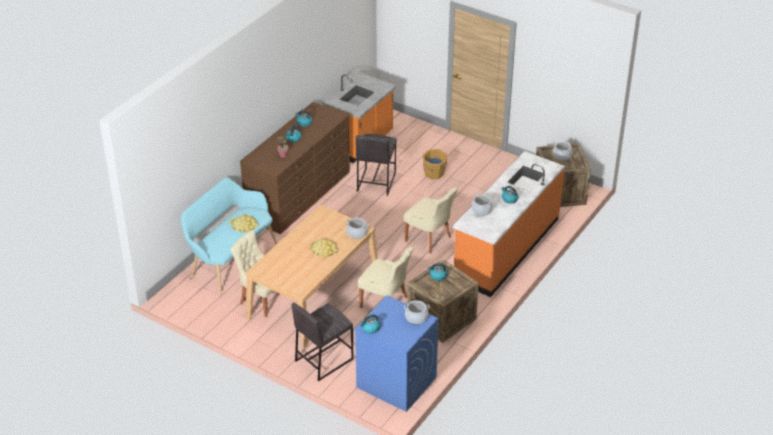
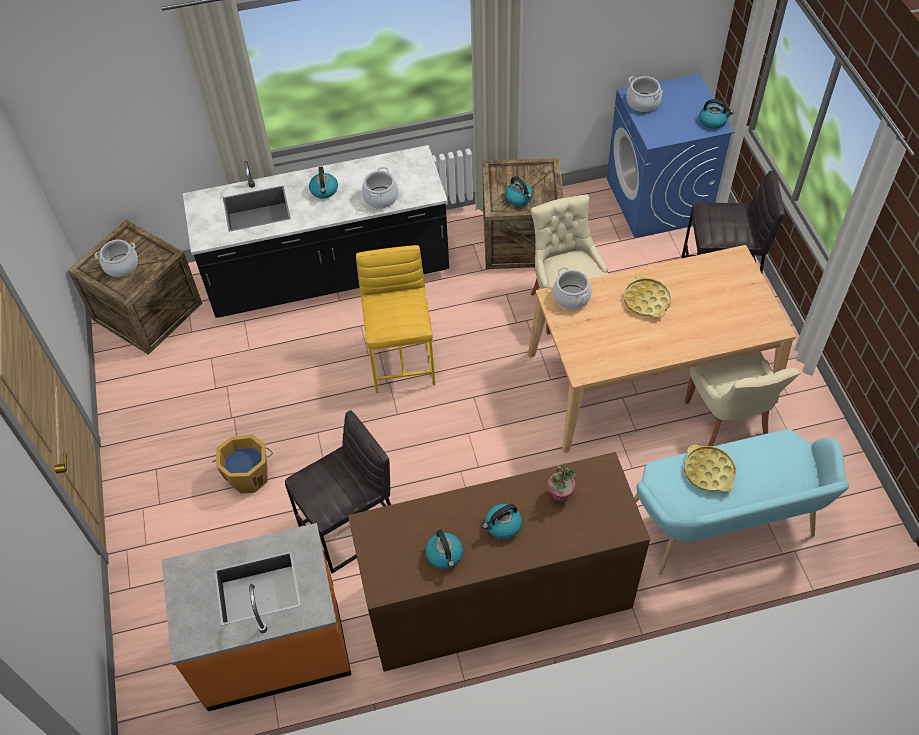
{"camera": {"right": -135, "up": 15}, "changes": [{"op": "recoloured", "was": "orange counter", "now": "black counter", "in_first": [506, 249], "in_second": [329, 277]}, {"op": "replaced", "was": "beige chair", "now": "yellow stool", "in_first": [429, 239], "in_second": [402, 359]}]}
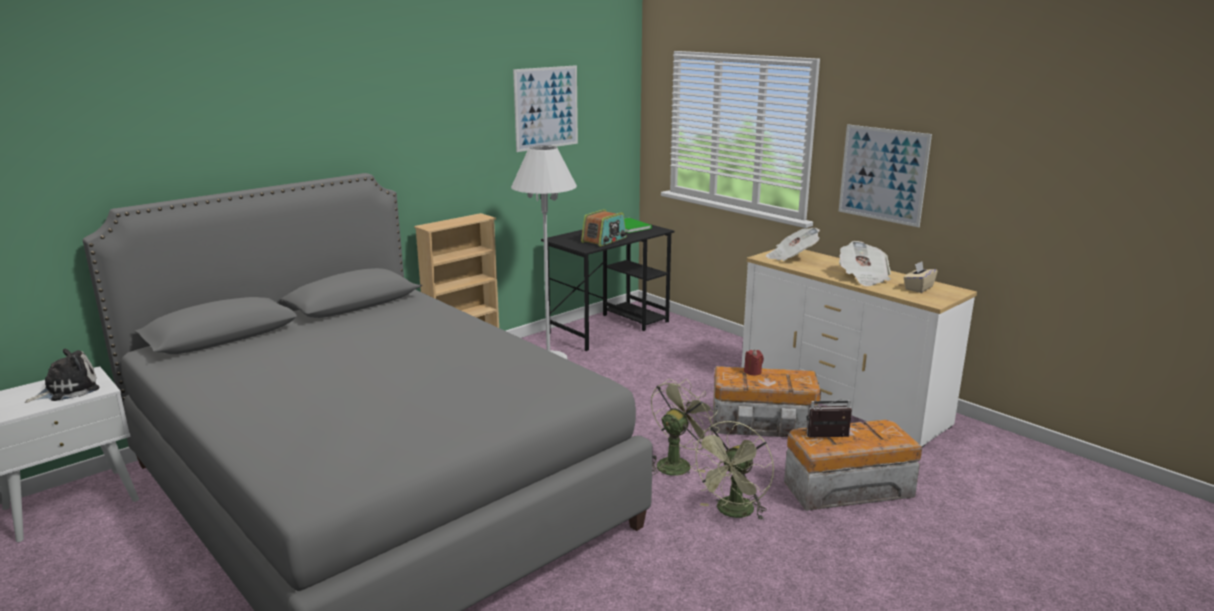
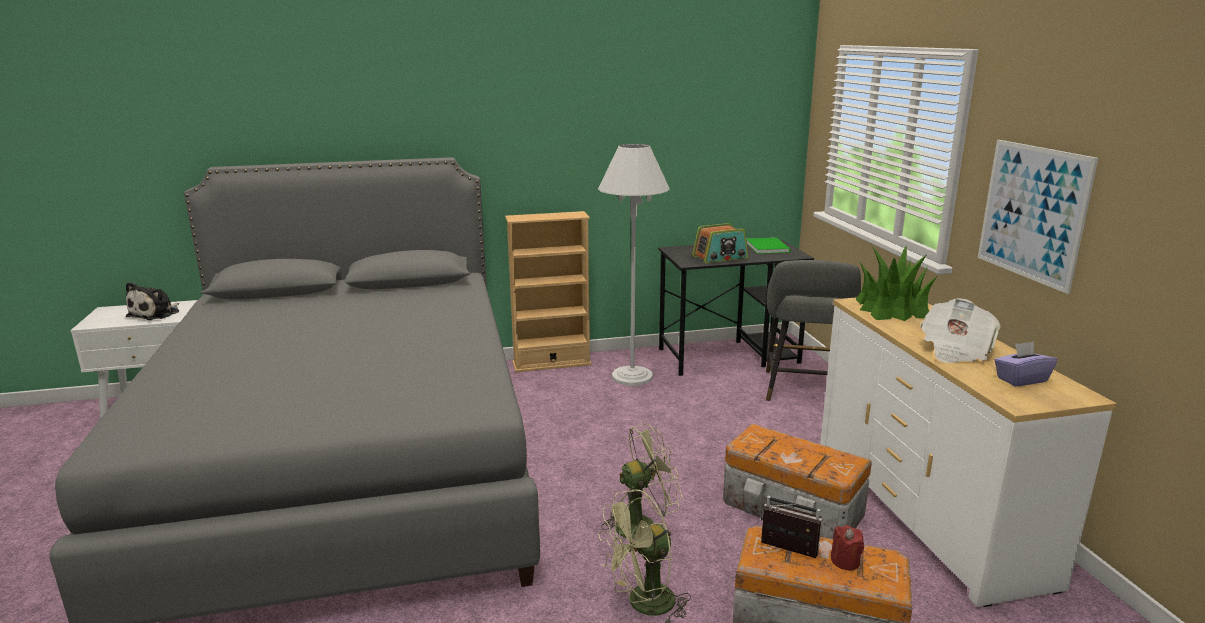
{"camera": {"right": 30, "up": 0}, "changes": [{"op": "removed", "was": "picture", "in_first": [546, 108]}, {"op": "replaced", "was": "newspaper", "now": "potted plant", "in_first": [791, 257], "in_second": [891, 308]}, {"op": "recoloured", "was": "beige tissue box", "now": "purple tissue box", "in_first": [918, 288], "in_second": [1021, 379]}, {"op": "turned", "was": "plush toy", "in_first": [68, 390], "in_second": [156, 313], "clockwise": 120}, {"op": "moved", "was": "red candle", "in_first": [752, 372], "in_second": [845, 561]}, {"op": "added", "now": "grey stool", "in_second": [803, 391]}]}
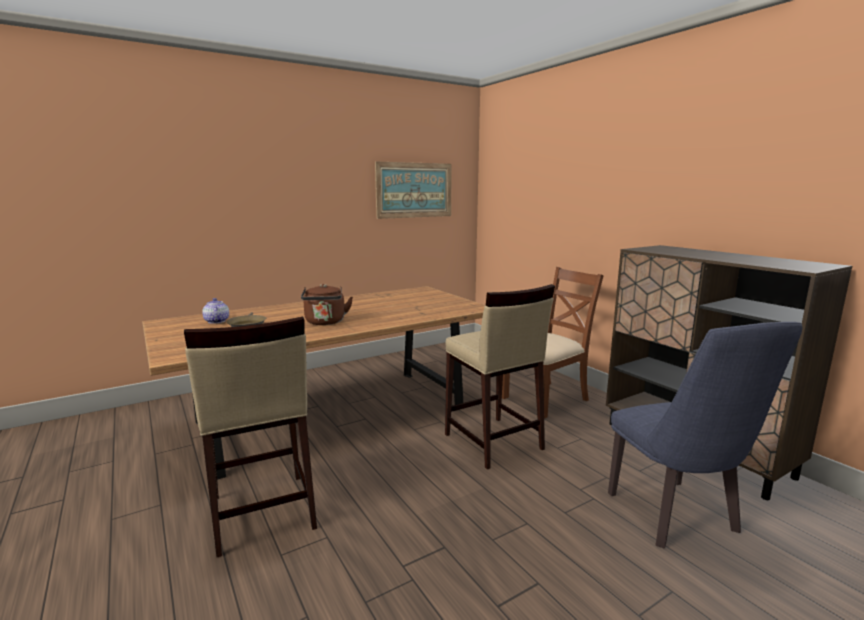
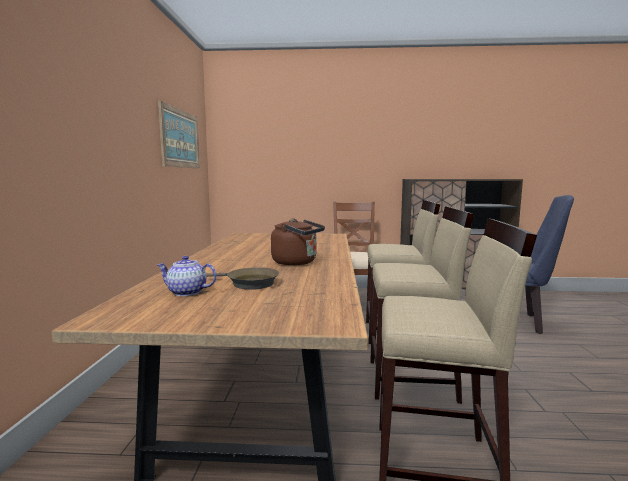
{"camera": {"right": -55, "up": -5}, "changes": [{"op": "added", "now": "beige stool", "in_second": [412, 381]}]}
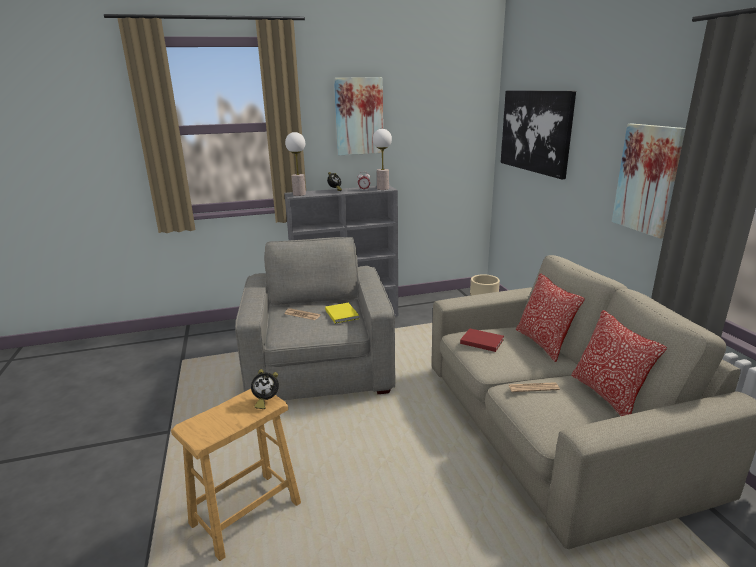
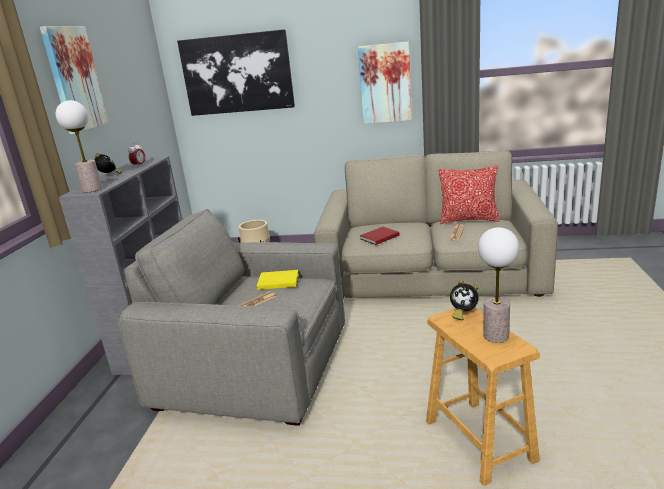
{"camera": {"right": -65, "up": 0}, "changes": [{"op": "moved", "was": "table lamp", "in_first": [383, 189], "in_second": [496, 336]}, {"op": "removed", "was": "pillow", "in_first": [543, 343]}, {"op": "turned", "was": "alarm clock", "in_first": [265, 401], "in_second": [463, 313], "clockwise": 90}]}
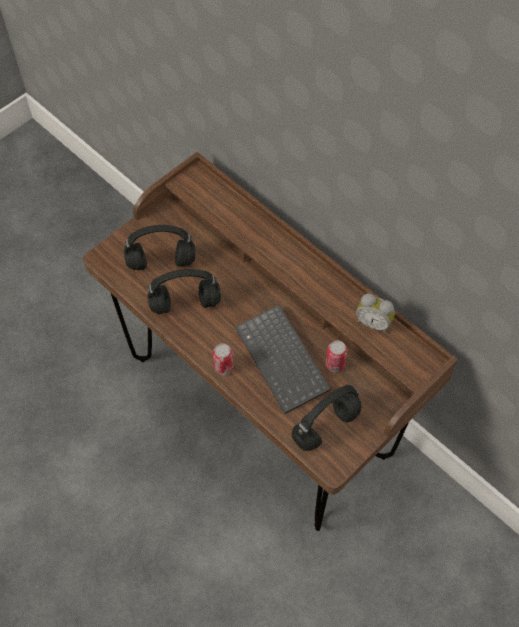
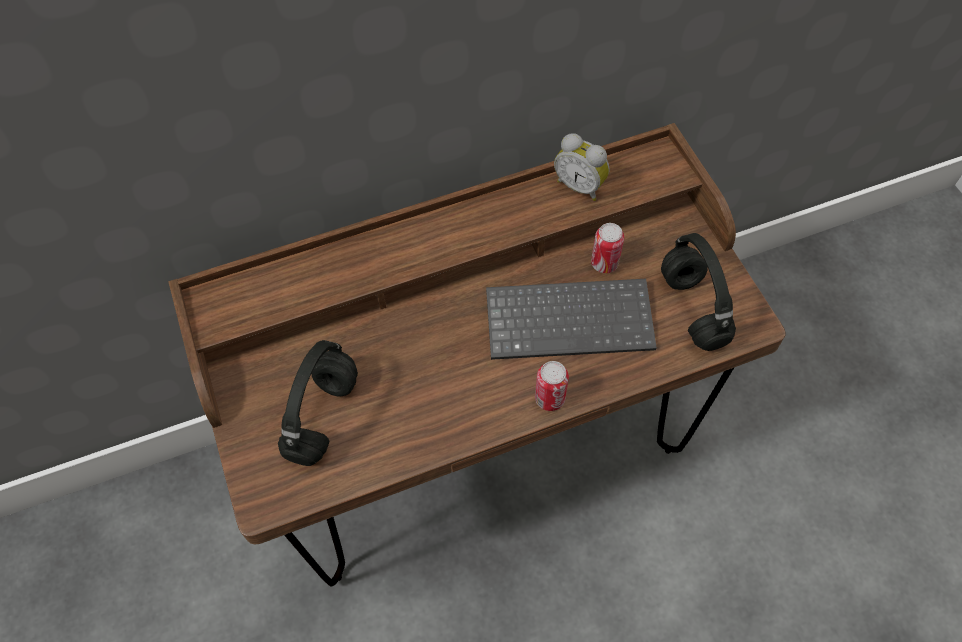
{"camera": {"right": -65, "up": 0}, "changes": [{"op": "removed", "was": "black headphones", "in_first": [186, 303]}, {"op": "turned", "was": "alarm clock", "in_first": [373, 322], "in_second": [580, 186], "clockwise": 75}]}
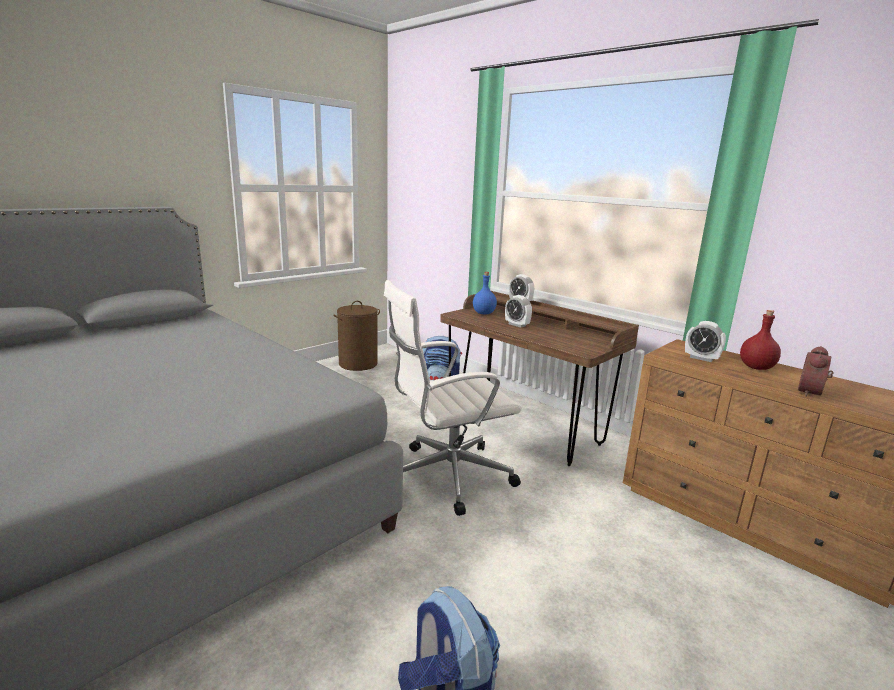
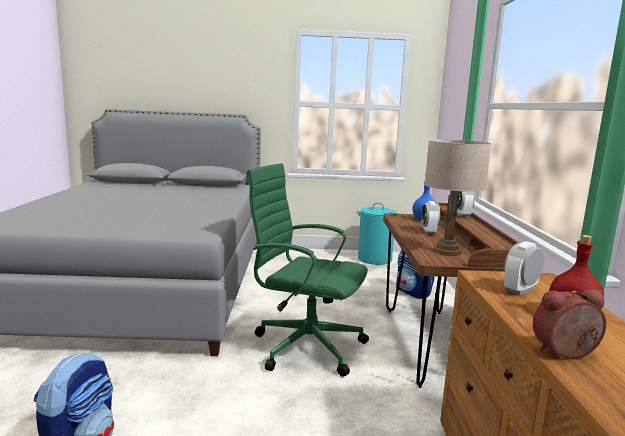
{"camera": {"right": 45, "up": -5}, "changes": [{"op": "recoloured", "was": "white office chair", "now": "green office chair", "in_first": [447, 476], "in_second": [305, 346]}, {"op": "recoloured", "was": "brown laundry basket", "now": "turquoise laundry basket", "in_first": [358, 364], "in_second": [375, 259]}, {"op": "turned", "was": "alarm clock", "in_first": [701, 358], "in_second": [520, 290], "clockwise": 60}, {"op": "added", "now": "beige table lamp", "in_second": [447, 251]}]}
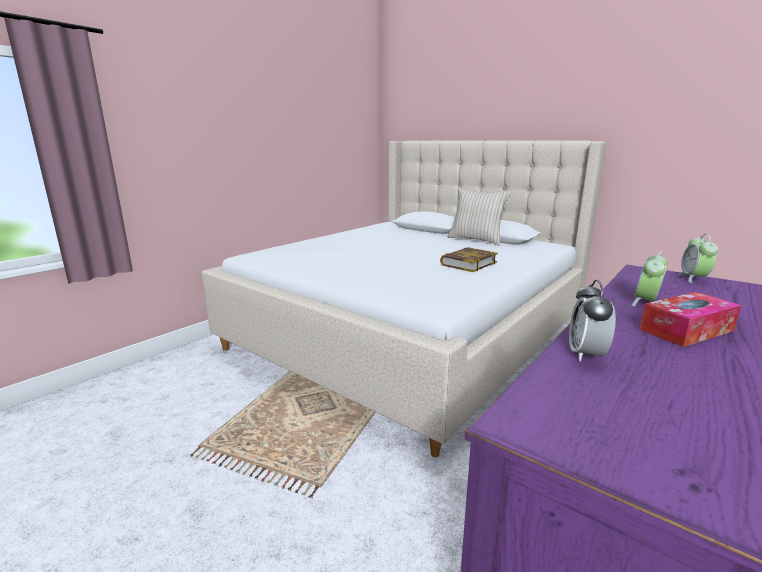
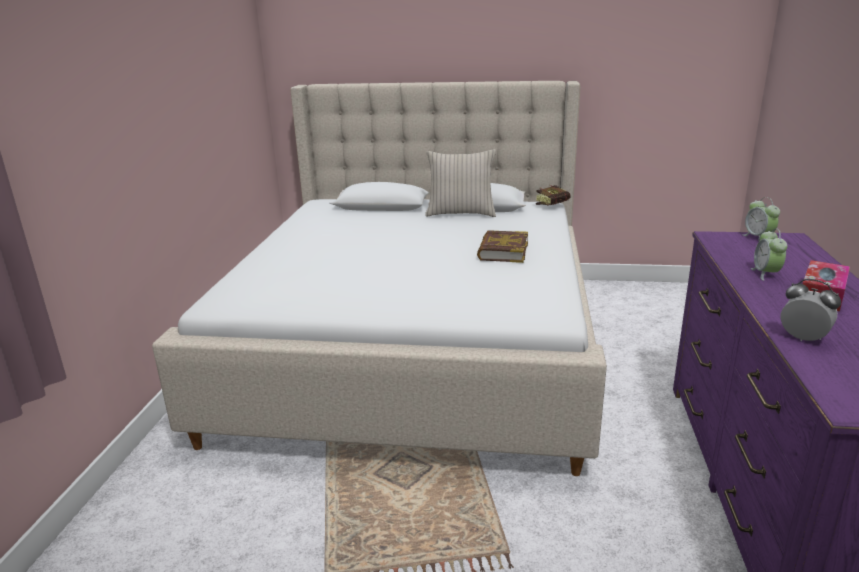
{"camera": {"right": -30, "up": 5}, "changes": [{"op": "turned", "was": "alarm clock", "in_first": [586, 354], "in_second": [803, 338], "clockwise": 150}, {"op": "added", "now": "book", "in_second": [554, 205]}]}
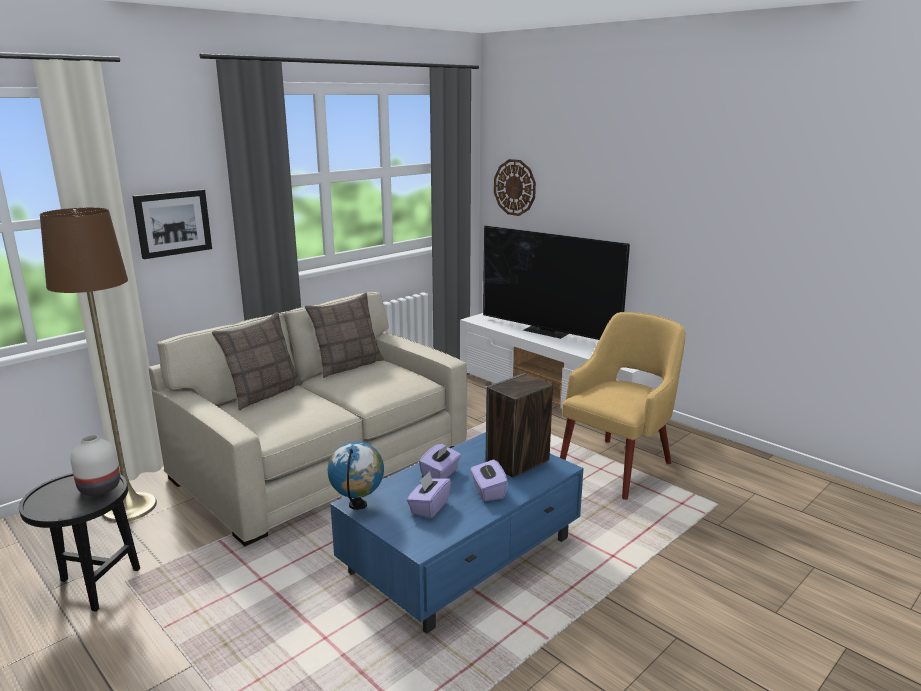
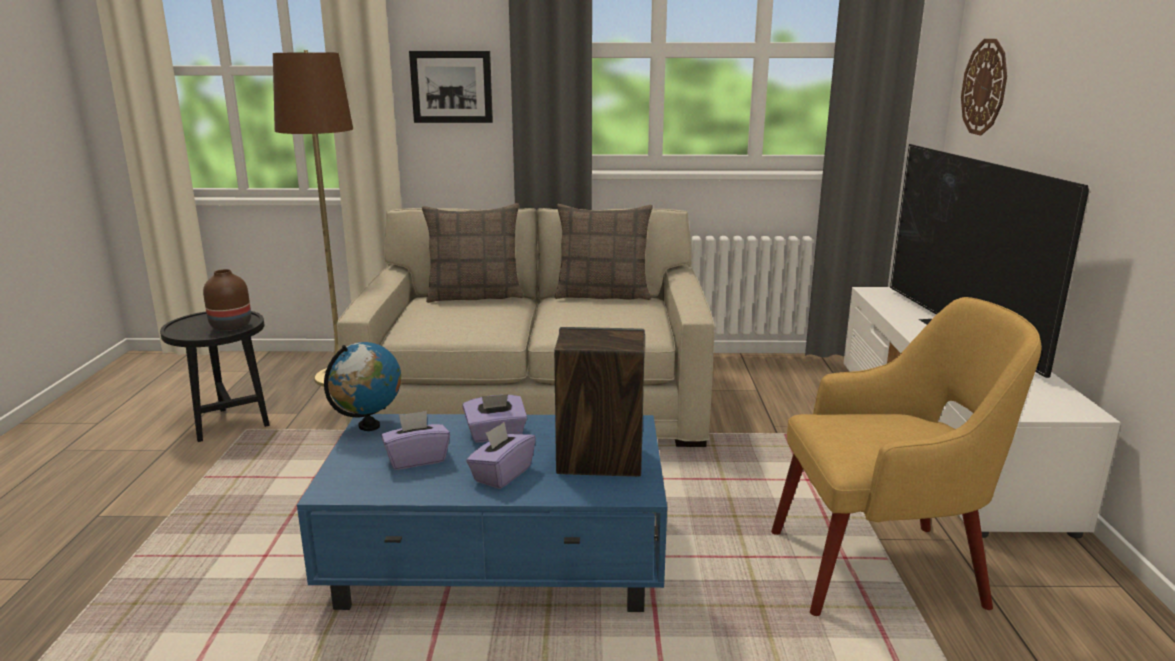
{"camera": {"right": 45, "up": 0}, "changes": [{"op": "recoloured", "was": "white vase", "now": "brown vase", "in_first": [101, 487], "in_second": [232, 326]}]}
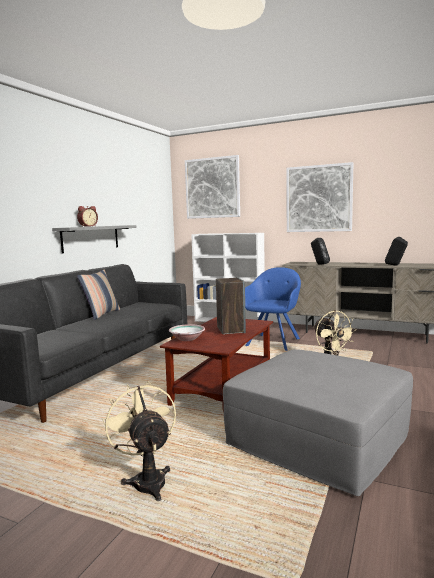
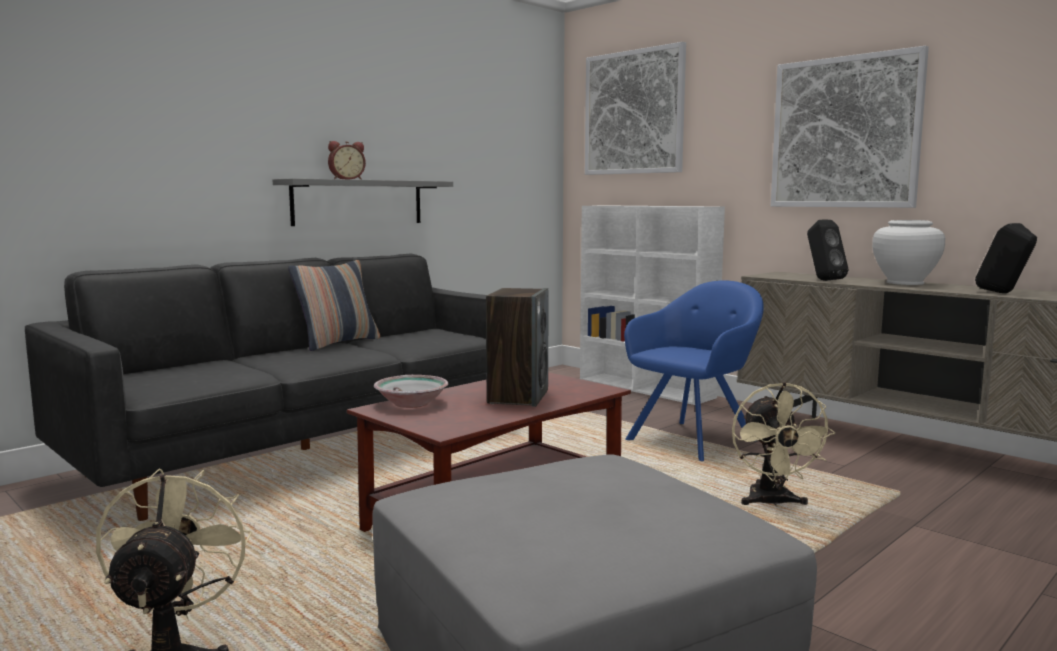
{"camera": {"right": 20, "up": 0}, "changes": [{"op": "added", "now": "white vase", "in_second": [904, 283]}]}
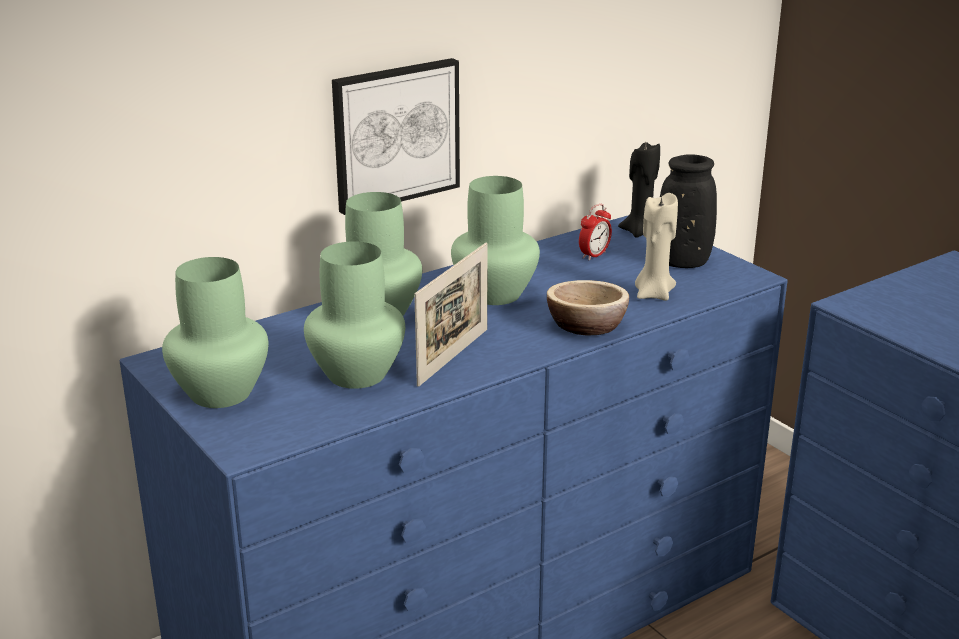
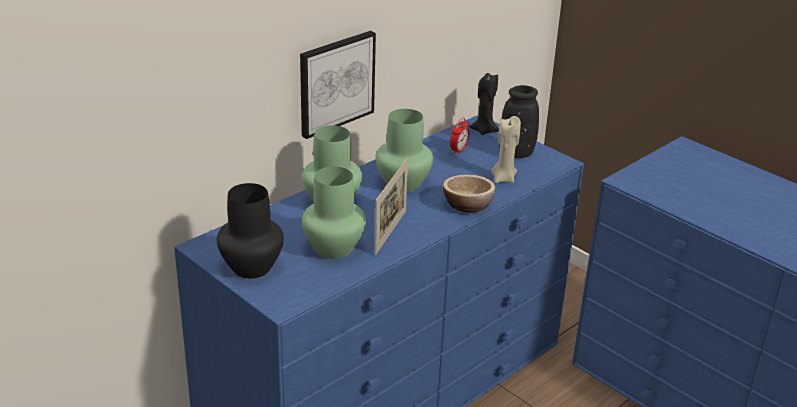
{"camera": {"right": -10, "up": 5}, "changes": [{"op": "recoloured", "was": "green vase", "now": "black vase", "in_first": [222, 393], "in_second": [252, 267]}]}
